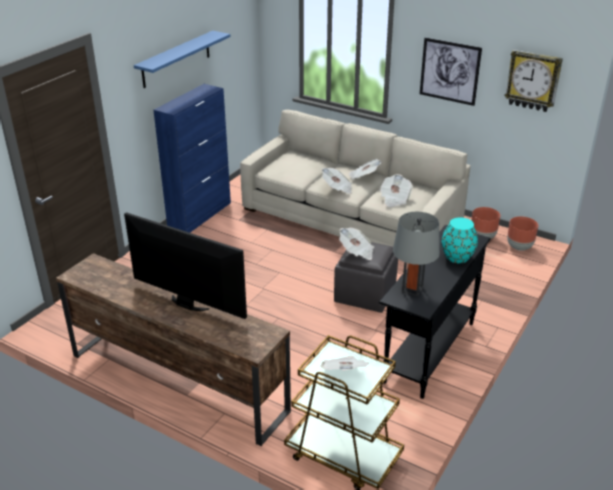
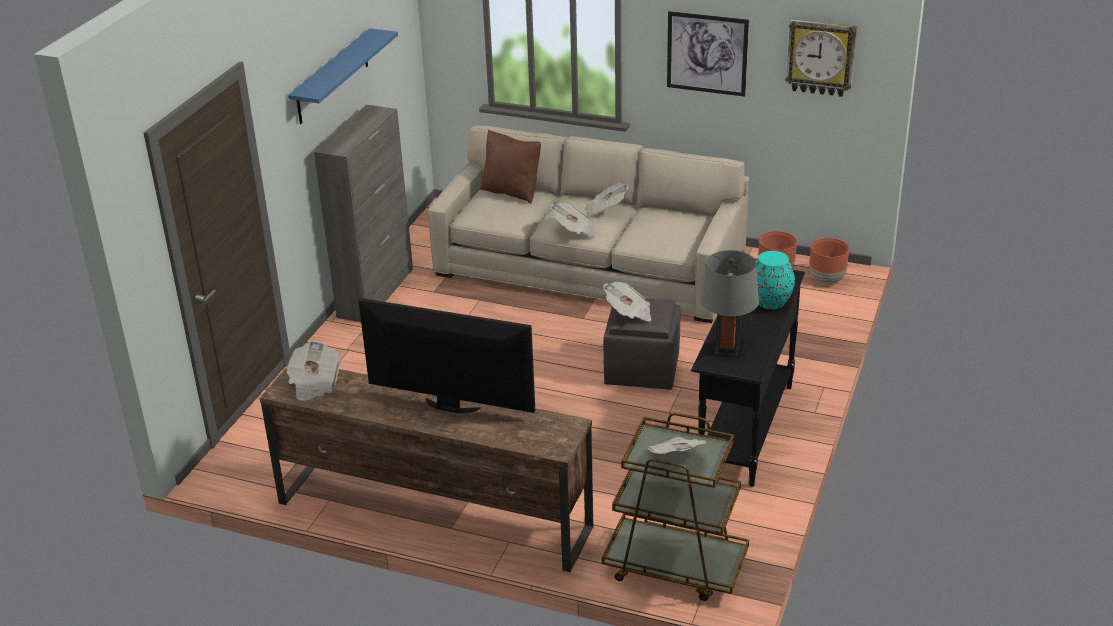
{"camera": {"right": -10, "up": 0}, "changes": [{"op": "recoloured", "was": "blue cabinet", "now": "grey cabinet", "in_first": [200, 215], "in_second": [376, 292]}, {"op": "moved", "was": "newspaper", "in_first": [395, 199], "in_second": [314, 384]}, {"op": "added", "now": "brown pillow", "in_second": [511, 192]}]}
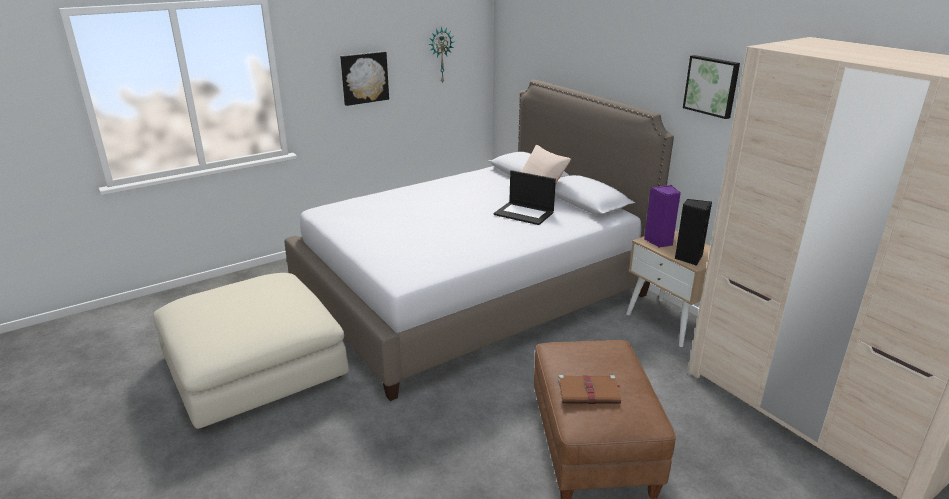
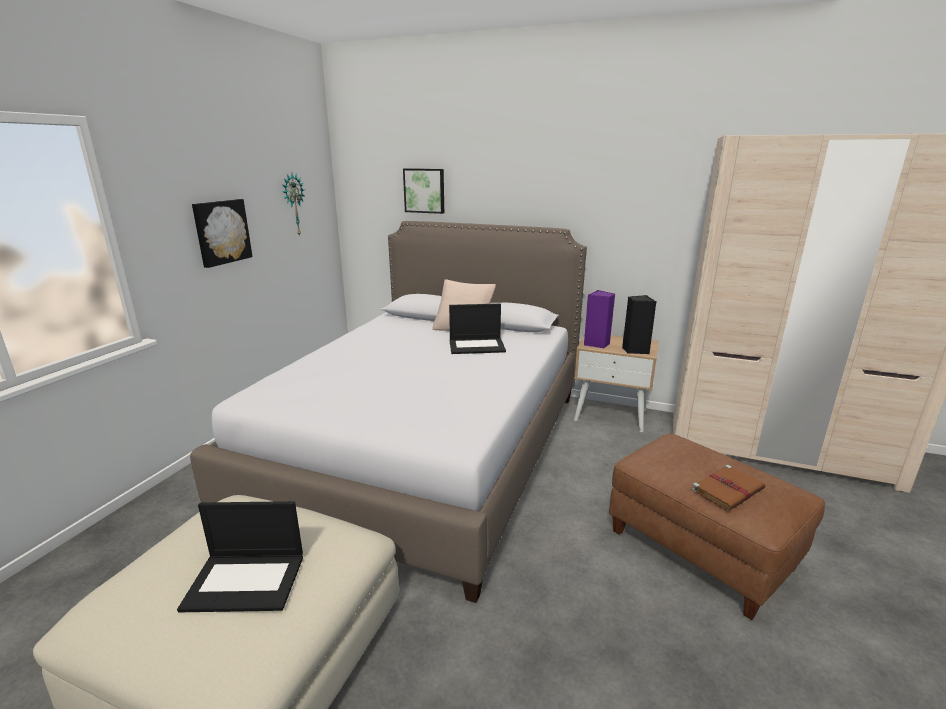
{"camera": {"right": -35, "up": -5}, "changes": [{"op": "moved", "was": "picture", "in_first": [712, 86], "in_second": [424, 190]}, {"op": "added", "now": "laptop", "in_second": [247, 581]}]}
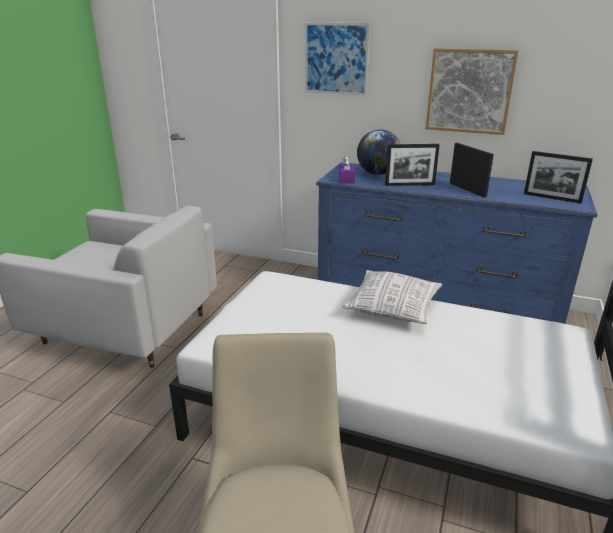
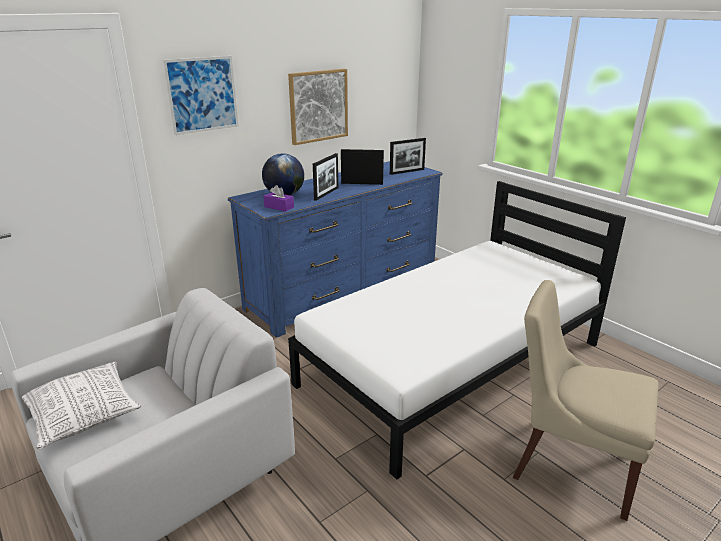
{"camera": {"right": -60, "up": 0}, "changes": [{"op": "moved", "was": "pillow", "in_first": [392, 308], "in_second": [83, 414]}]}
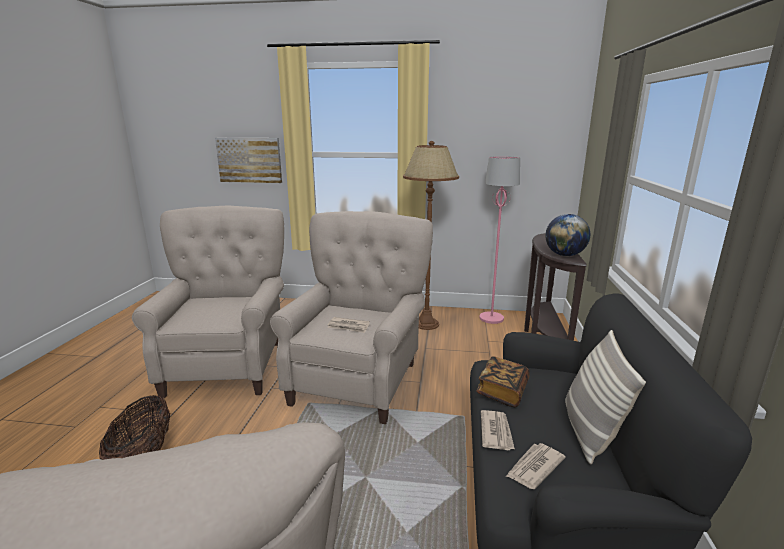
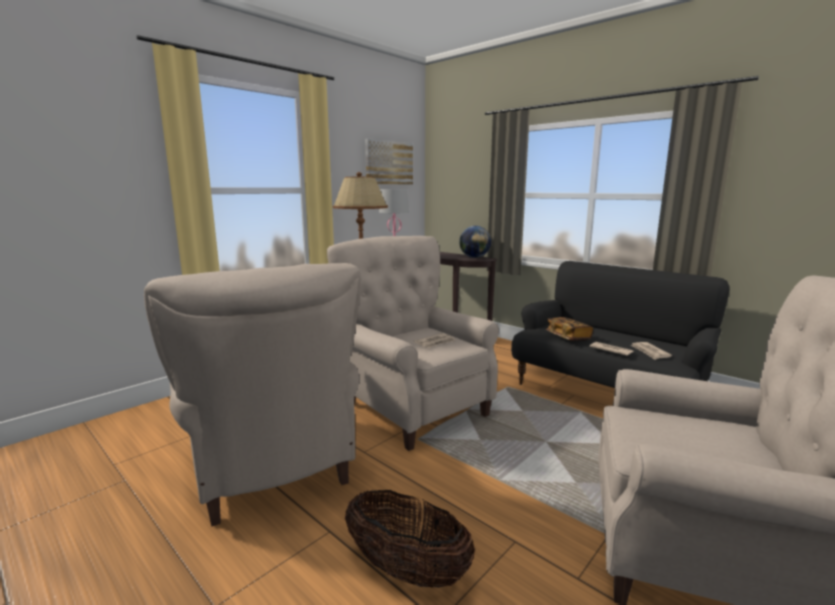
{"camera": {"right": -55, "up": -5}, "changes": [{"op": "moved", "was": "picture", "in_first": [249, 160], "in_second": [388, 163]}, {"op": "turned", "was": "beige armchair", "in_first": [228, 364], "in_second": [271, 468], "clockwise": -150}, {"op": "removed", "was": "pillow", "in_first": [589, 432]}]}
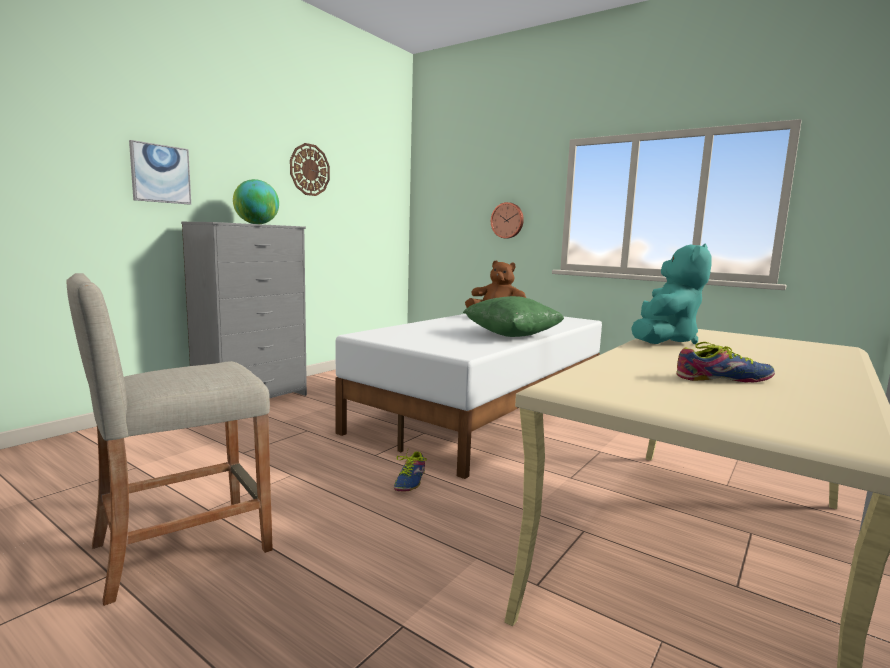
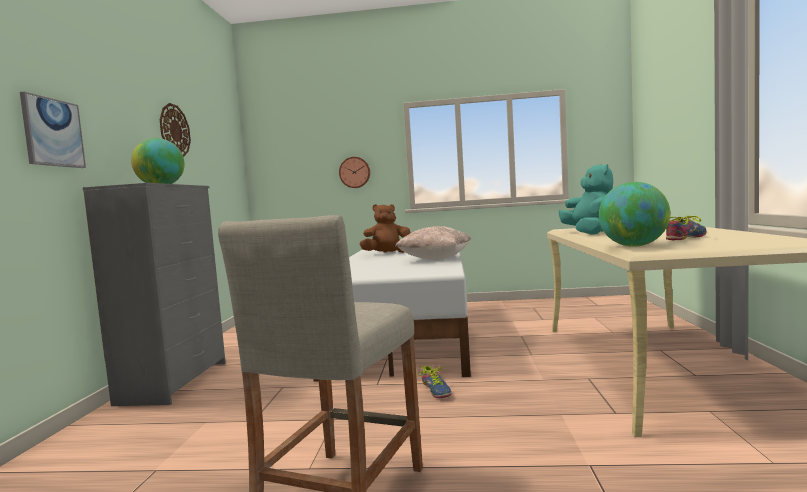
{"camera": {"right": -30, "up": -5}, "changes": [{"op": "recoloured", "was": "green pillow", "now": "beige pillow", "in_first": [512, 335], "in_second": [435, 259]}, {"op": "added", "now": "globe", "in_second": [634, 246]}]}
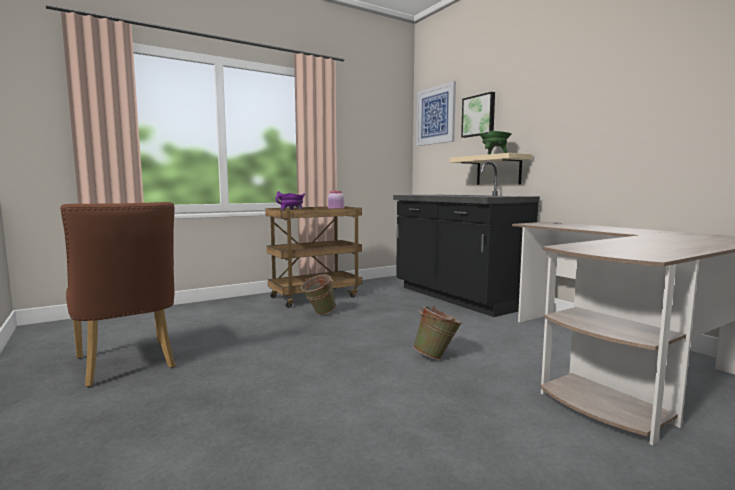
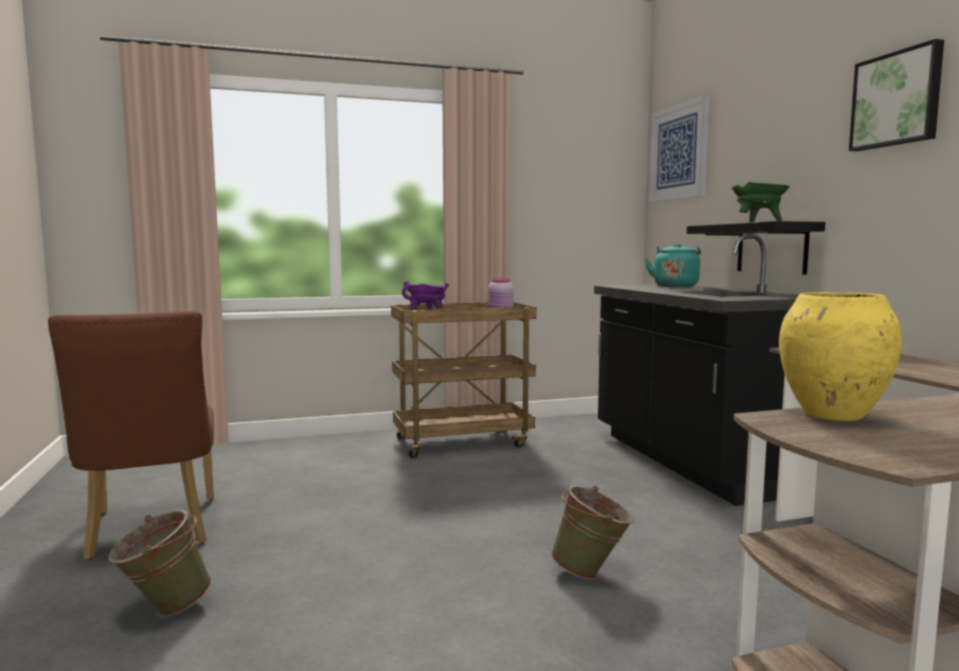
{"camera": {"right": 15, "up": 0}, "changes": [{"op": "moved", "was": "picture", "in_first": [479, 115], "in_second": [897, 99]}, {"op": "recoloured", "was": "beige shelf", "now": "black shelf", "in_first": [498, 170], "in_second": [771, 248]}, {"op": "moved", "was": "green bucket", "in_first": [318, 314], "in_second": [163, 609]}, {"op": "added", "now": "turquoise kettle", "in_second": [675, 286]}, {"op": "added", "now": "yellow vase", "in_second": [833, 415]}]}
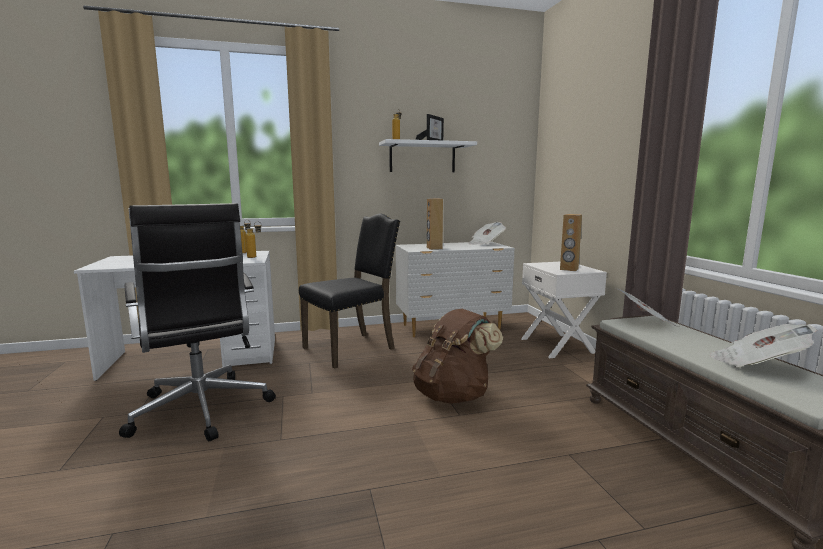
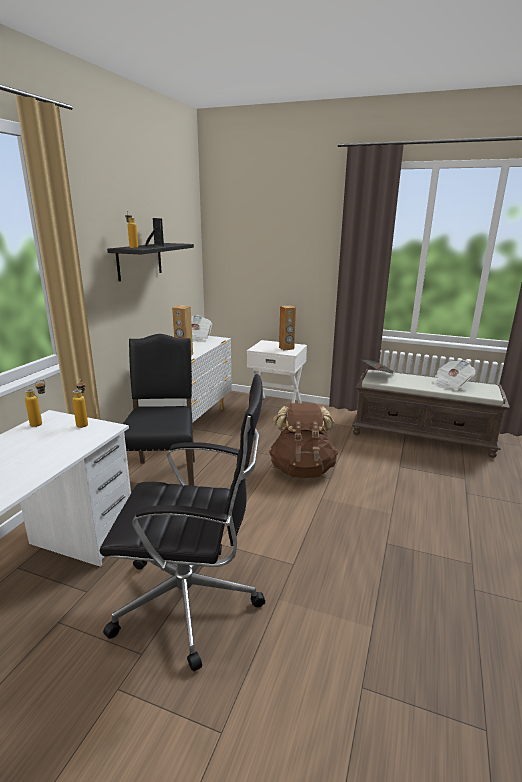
{"camera": {"right": -55, "up": 10}, "changes": [{"op": "recoloured", "was": "white shelf", "now": "black shelf", "in_first": [422, 157], "in_second": [139, 261]}]}
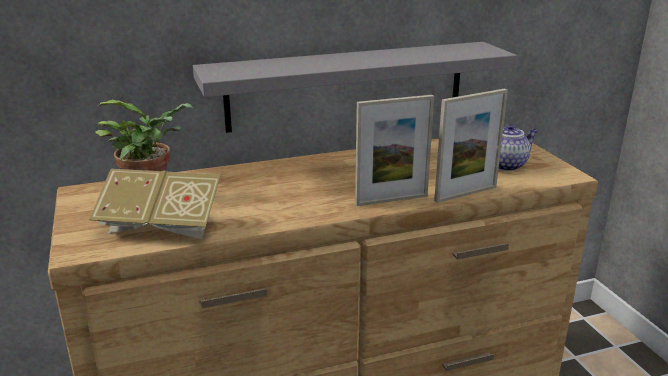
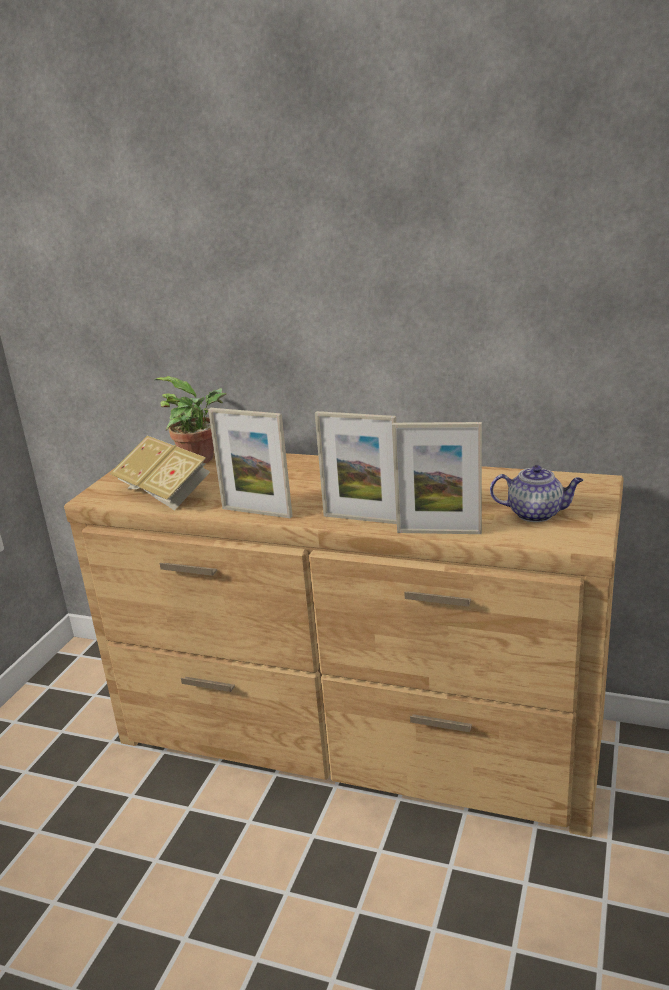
{"camera": {"right": 40, "up": 0}, "changes": [{"op": "removed", "was": "grey shelf", "in_first": [347, 86]}, {"op": "added", "now": "picture frame", "in_second": [256, 512]}]}
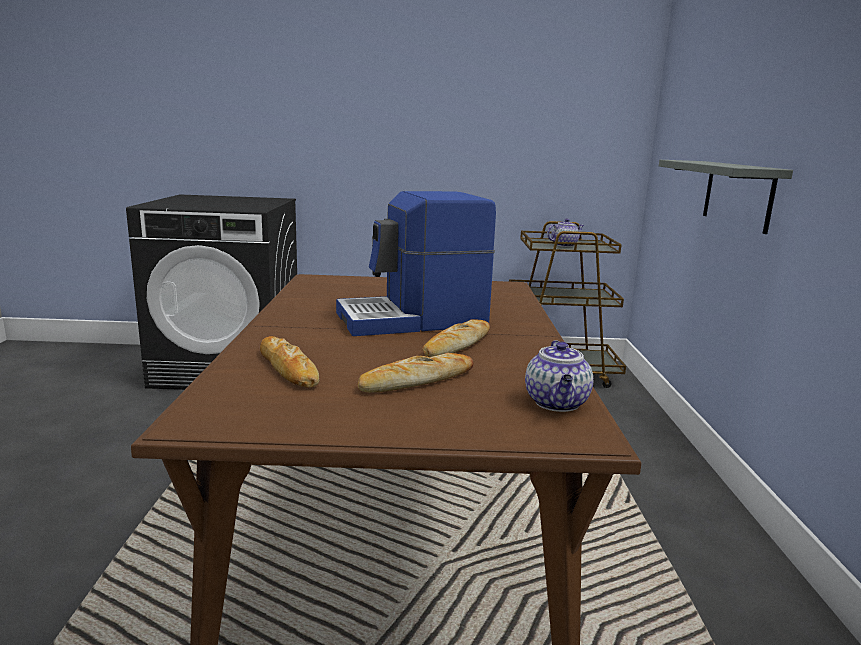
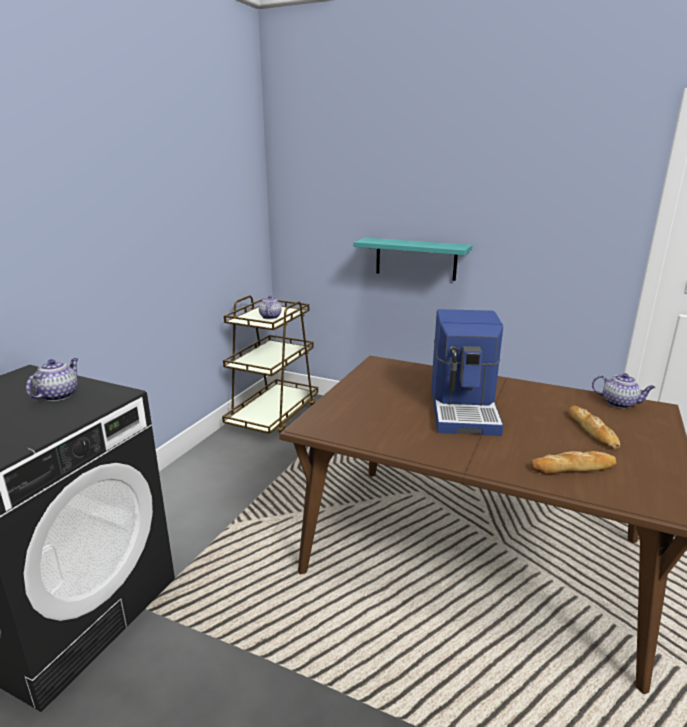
{"camera": {"right": -65, "up": 5}, "changes": [{"op": "recoloured", "was": "grey shelf", "now": "turquoise shelf", "in_first": [737, 194], "in_second": [415, 259]}, {"op": "removed", "was": "bread", "in_first": [457, 345]}, {"op": "added", "now": "teapot", "in_second": [58, 395]}]}
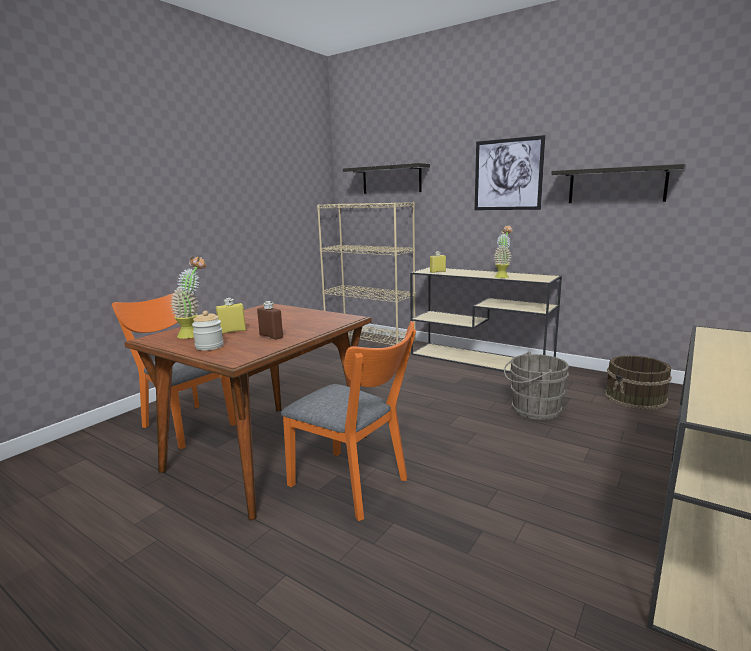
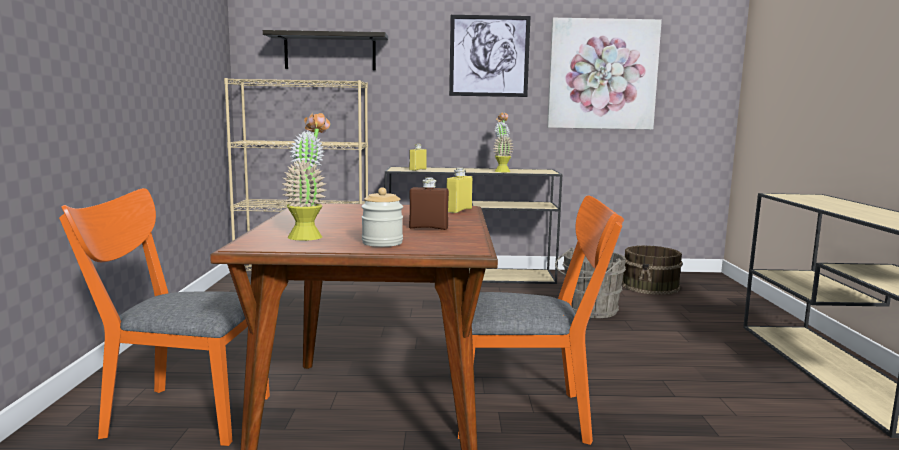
{"camera": {"right": -35, "up": -5}, "changes": [{"op": "replaced", "was": "shelf", "now": "picture", "in_first": [616, 185], "in_second": [602, 74]}, {"op": "moved", "was": "yellow bottle", "in_first": [232, 331], "in_second": [459, 210]}]}
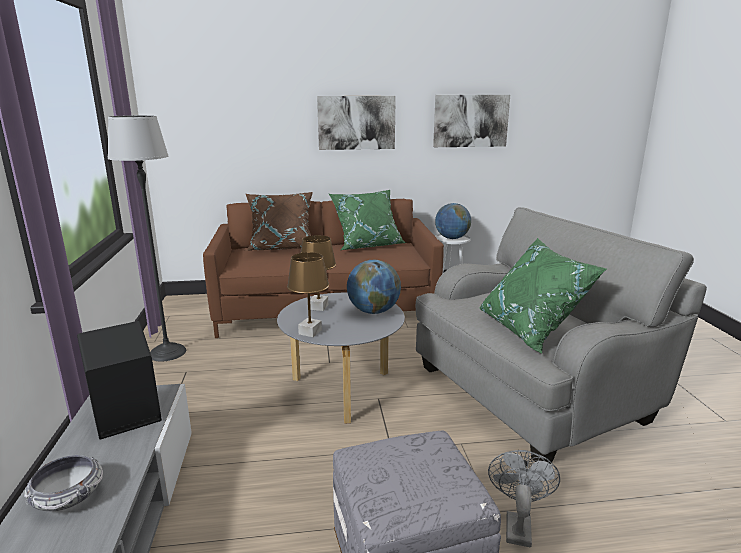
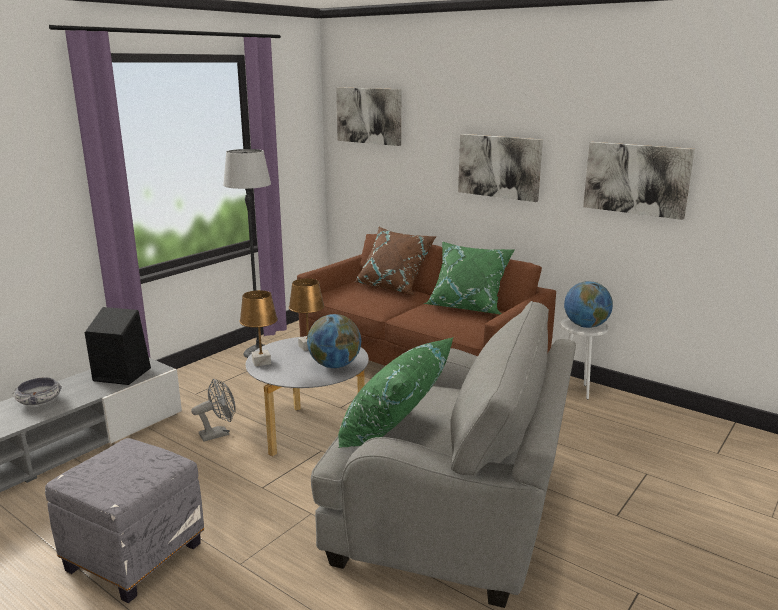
{"camera": {"right": 45, "up": 0}, "changes": [{"op": "moved", "was": "grey fan", "in_first": [517, 524], "in_second": [219, 433]}, {"op": "added", "now": "picture", "in_second": [369, 115]}]}
